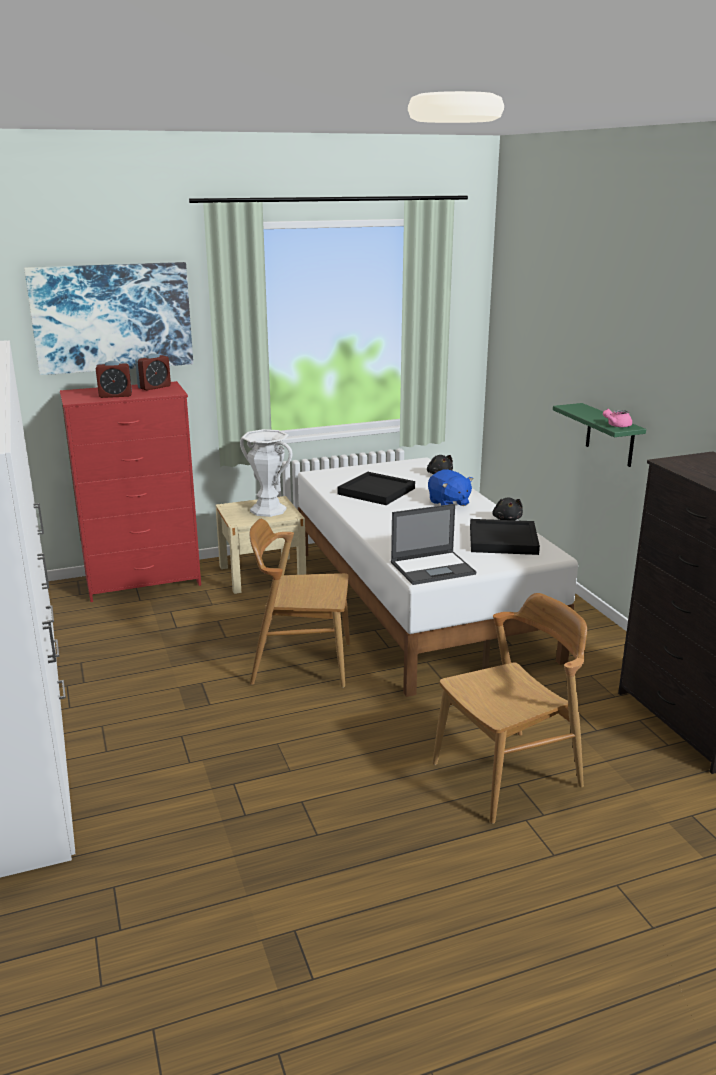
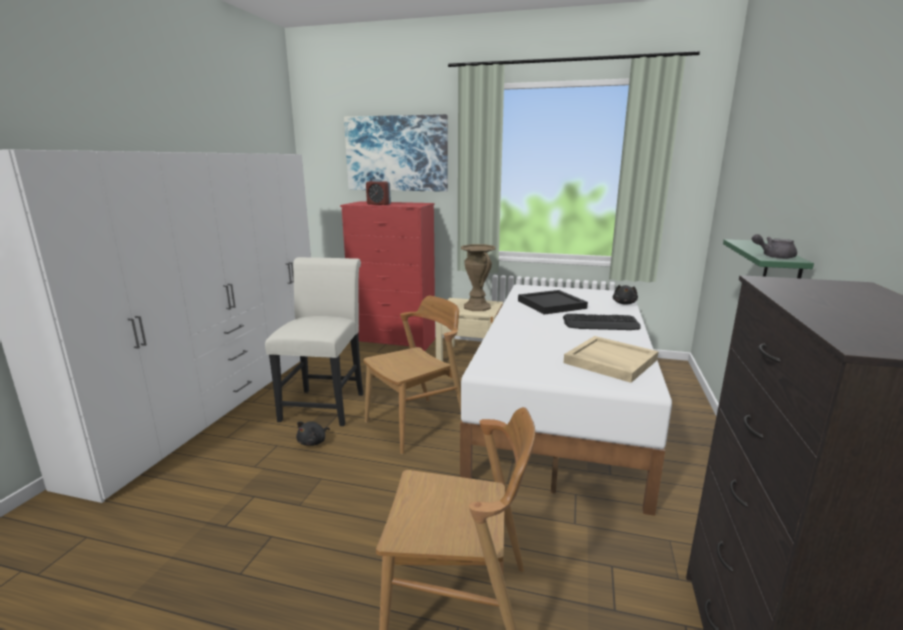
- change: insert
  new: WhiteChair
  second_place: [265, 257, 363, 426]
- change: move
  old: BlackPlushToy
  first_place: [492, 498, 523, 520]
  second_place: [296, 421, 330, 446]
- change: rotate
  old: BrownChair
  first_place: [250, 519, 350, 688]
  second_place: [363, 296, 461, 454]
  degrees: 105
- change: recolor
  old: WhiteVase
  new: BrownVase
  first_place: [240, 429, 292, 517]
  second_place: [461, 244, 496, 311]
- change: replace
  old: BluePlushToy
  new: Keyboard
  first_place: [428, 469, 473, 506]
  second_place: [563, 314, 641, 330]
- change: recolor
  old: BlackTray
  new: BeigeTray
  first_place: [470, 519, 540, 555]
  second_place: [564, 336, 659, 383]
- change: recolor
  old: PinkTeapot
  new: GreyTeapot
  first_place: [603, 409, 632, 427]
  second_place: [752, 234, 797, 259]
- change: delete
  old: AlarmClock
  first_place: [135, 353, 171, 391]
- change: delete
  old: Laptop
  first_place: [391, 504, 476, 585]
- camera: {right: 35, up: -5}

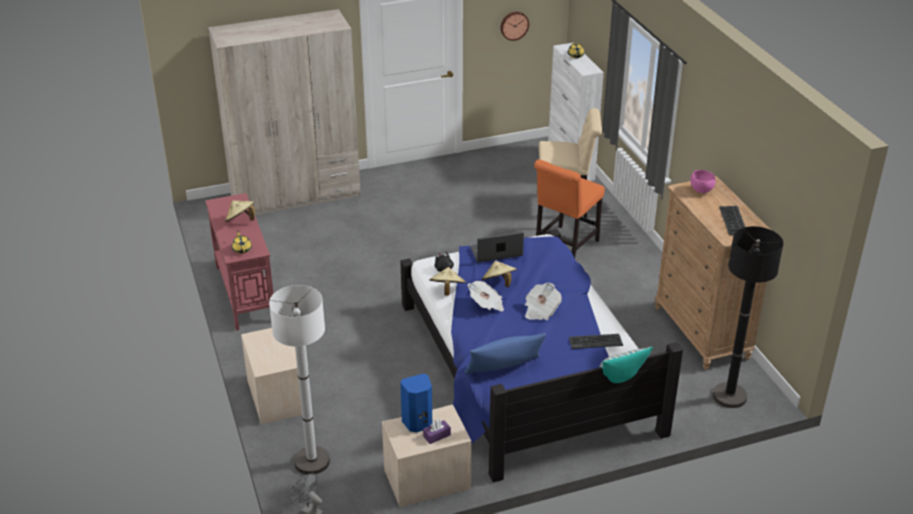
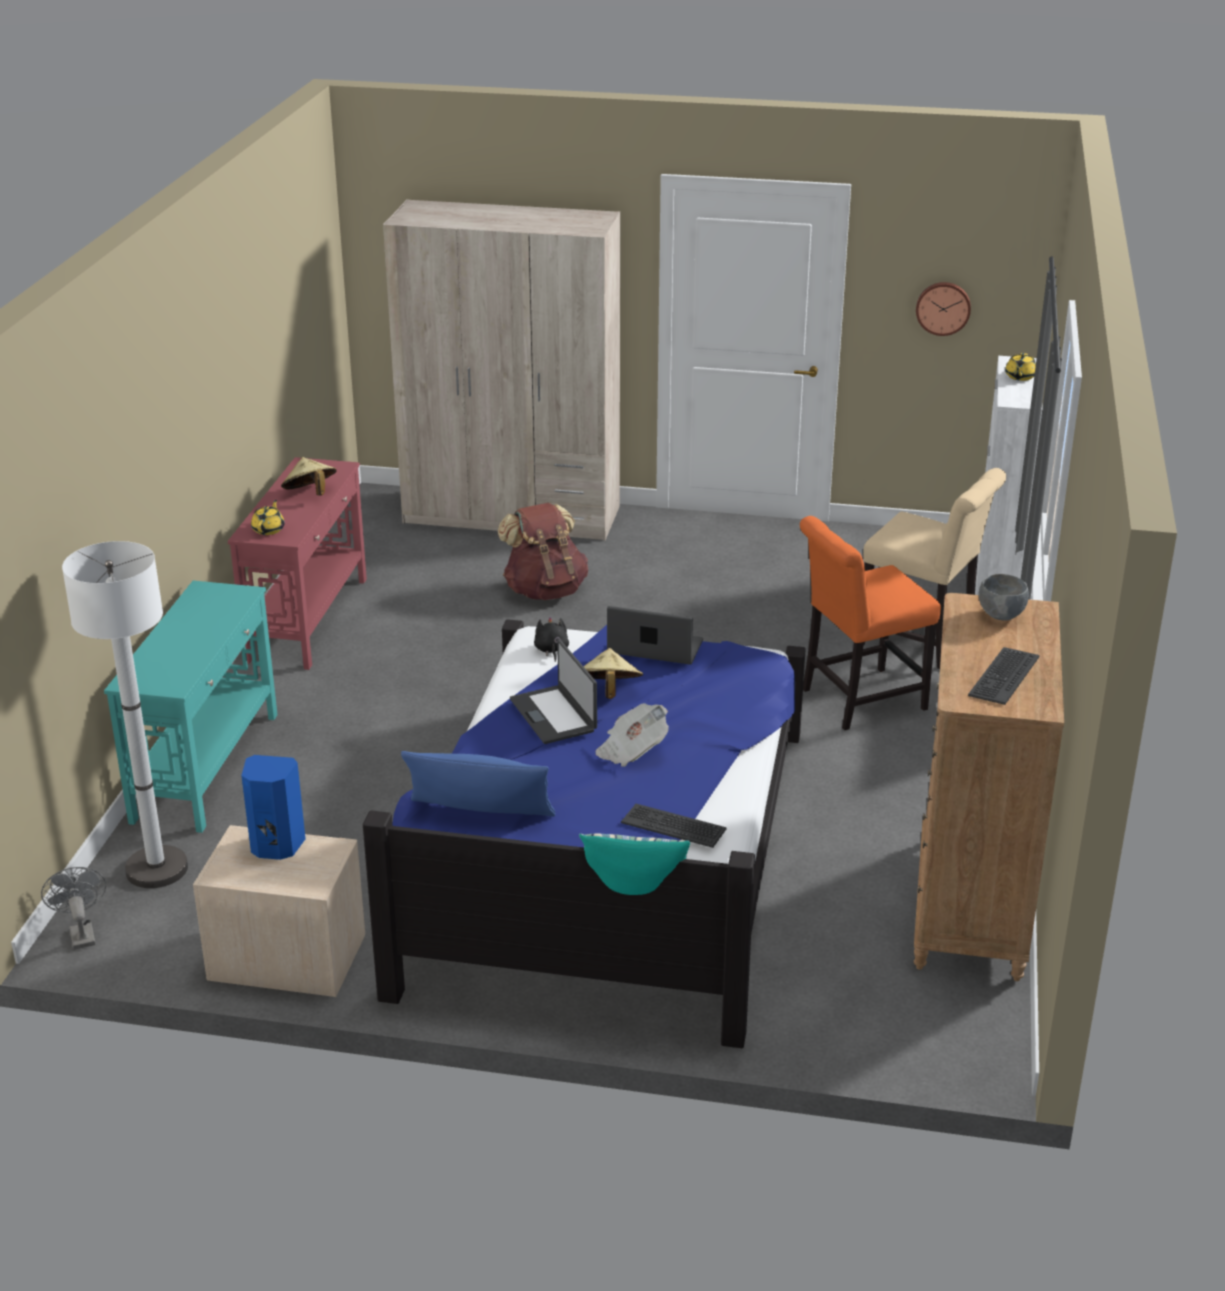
- change: replace
  old: BeigeNightstand
  new: TurquoiseConsoleTable
  first_place: [241, 328, 302, 424]
  second_place: [104, 581, 277, 833]
- change: insert
  new: BrownBackpack
  second_place: [497, 503, 588, 600]
- change: replace
  old: Newspaper
  new: Laptop
  first_place: [468, 281, 504, 311]
  second_place: [510, 640, 597, 744]
- change: recolor
  old: PinkBowl
  new: GreyBowl
  first_place: [690, 170, 716, 193]
  second_place: [979, 574, 1029, 621]
- change: delete
  old: PurpleTissueBox
  first_place: [423, 419, 451, 444]
- change: delete
  old: BeigeHat
  first_place: [429, 267, 466, 296]
- change: delete
  old: BlackFloorLamp
  first_place: [713, 226, 783, 408]
- camera: {right: 30, up: -5}

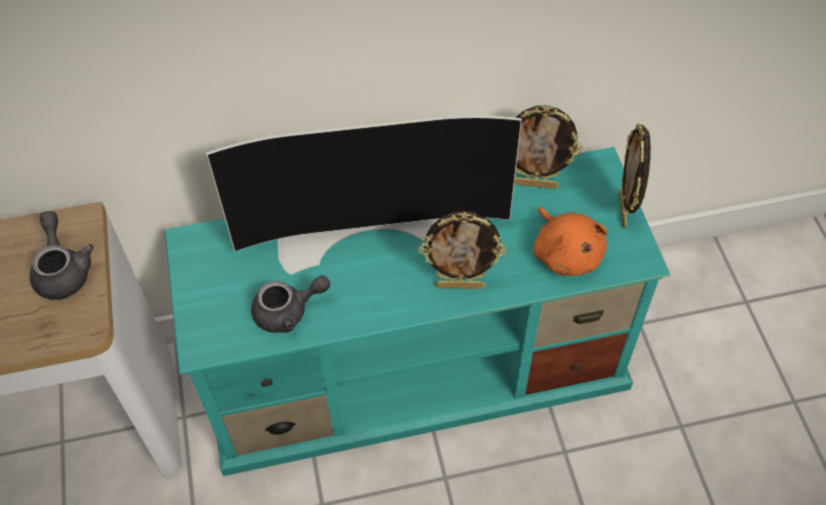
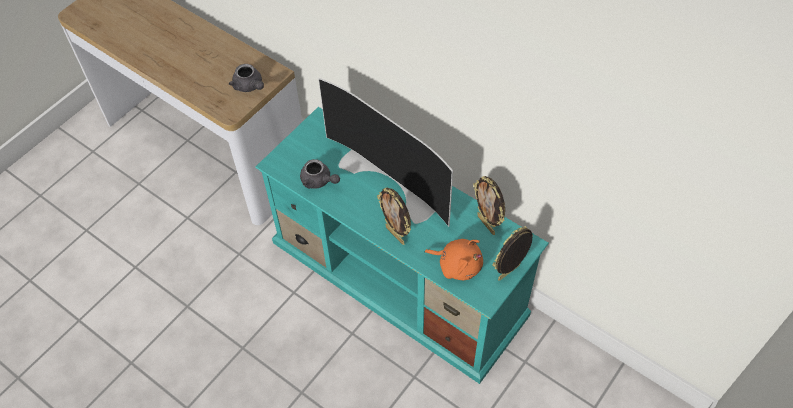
- change: rotate
  old: GreyTeapot
  first_place: [30, 211, 94, 300]
  second_place: [229, 64, 264, 92]
  degrees: 105
- change: rotate
  old: OrangePlushToy
  first_place: [534, 207, 608, 276]
  second_place: [424, 239, 483, 280]
  degrees: -90
- camera: {right: 50, up: 0}

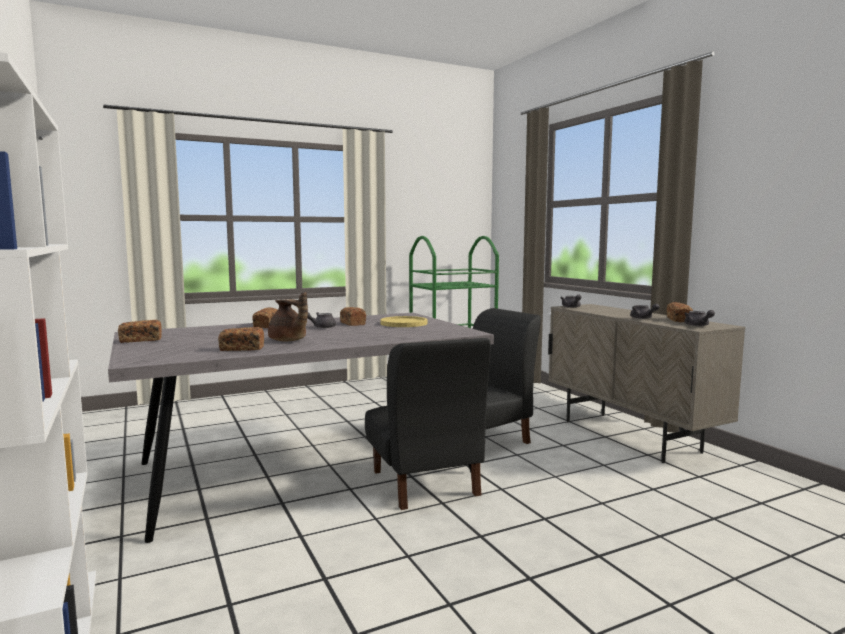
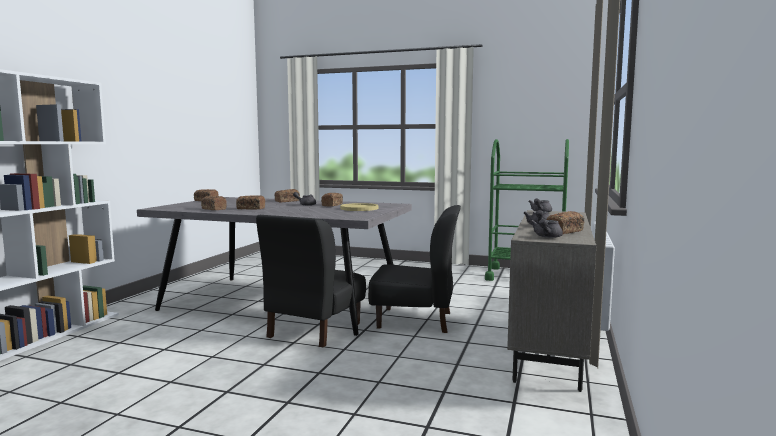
- change: replace
  old: BrownTeapot
  new: Bread
  first_place: [268, 292, 308, 341]
  second_place: [236, 195, 265, 209]
- camera: {right: 45, up: 0}

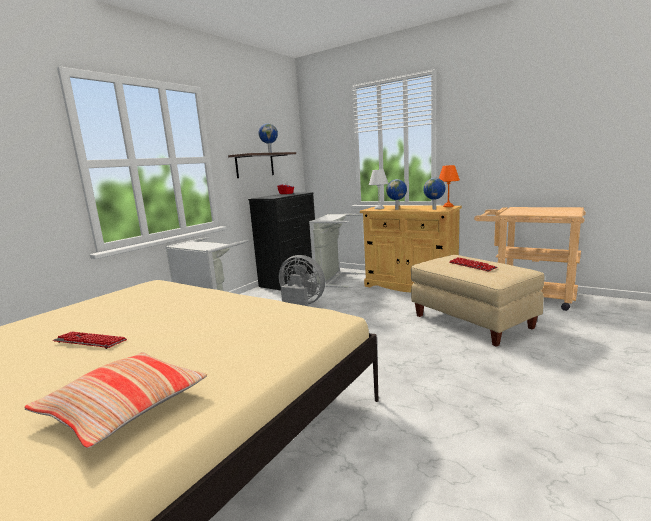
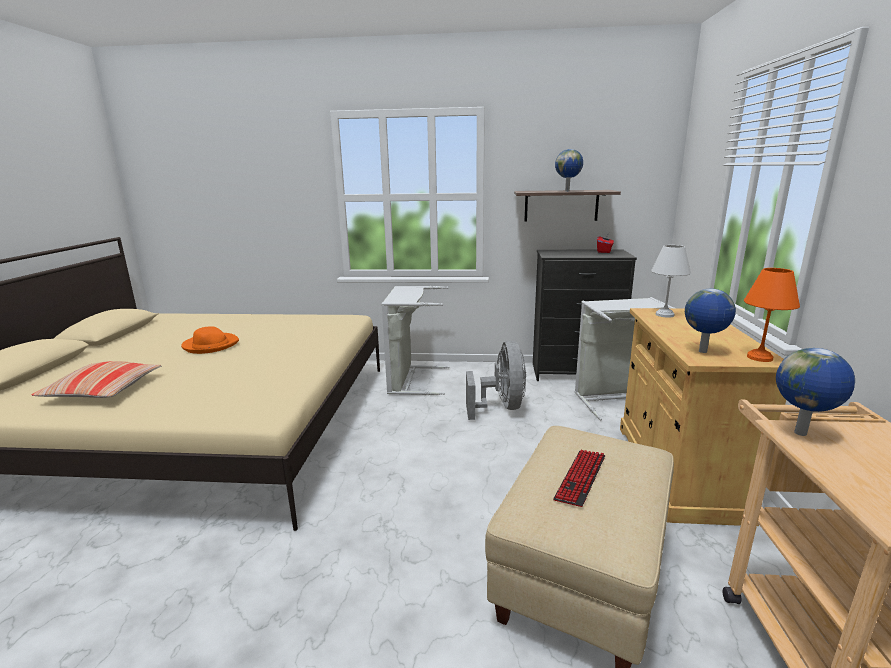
- change: replace
  old: Keyboard
  new: OrangeHat
  first_place: [53, 331, 127, 349]
  second_place: [181, 326, 239, 354]
- change: move
  old: Globe
  first_place: [386, 179, 407, 210]
  second_place: [776, 348, 855, 436]
- camera: {right: 60, up: 5}

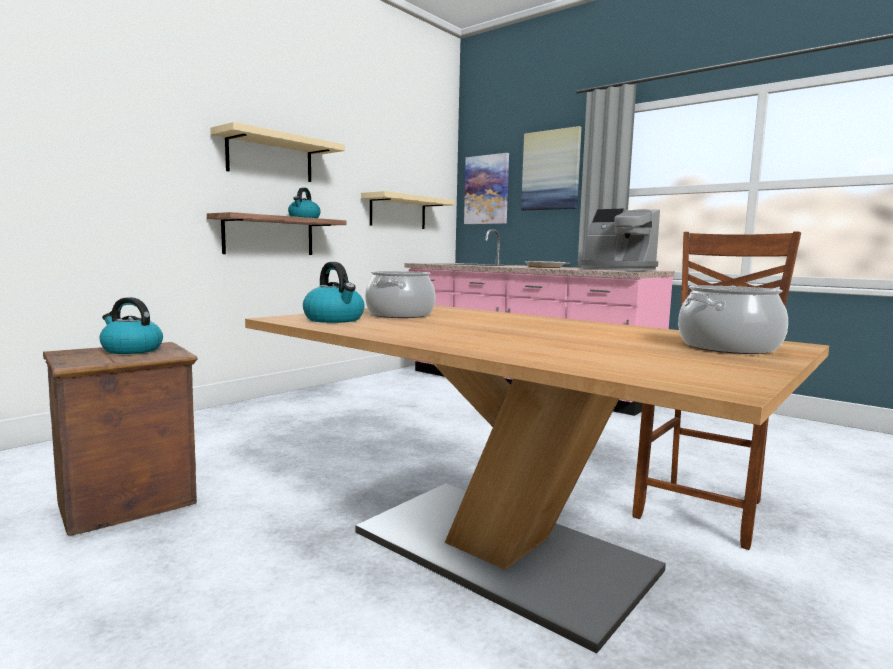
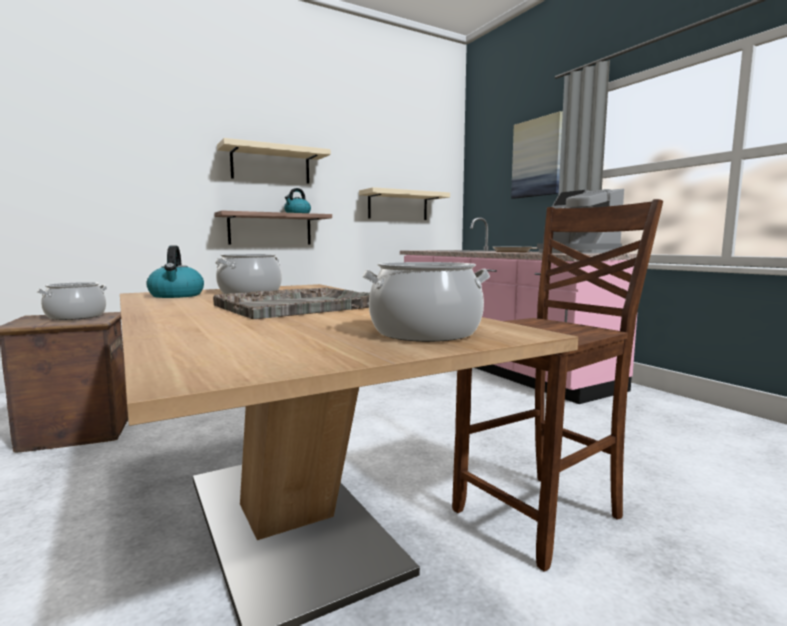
- change: replace
  old: Kettle
  new: CookingPot
  first_place: [100, 297, 163, 354]
  second_place: [37, 282, 107, 320]
- change: insert
  new: GreyTray
  second_place: [213, 287, 370, 319]
- change: delete
  old: Picture
  first_place: [464, 153, 509, 224]
- camera: {right: 20, up: 0}

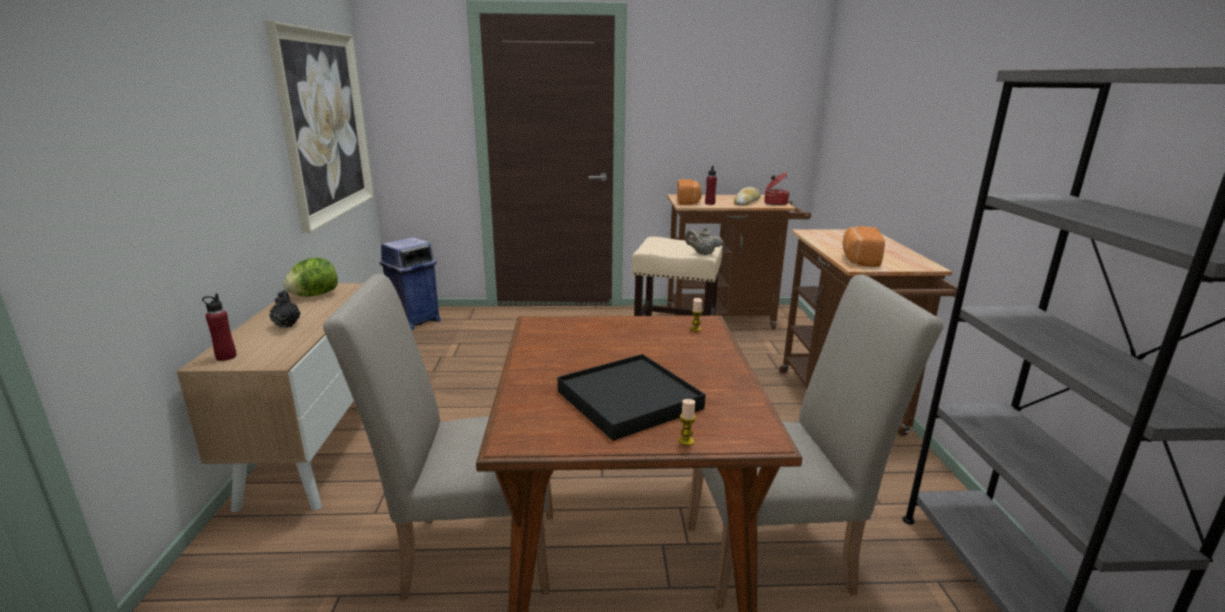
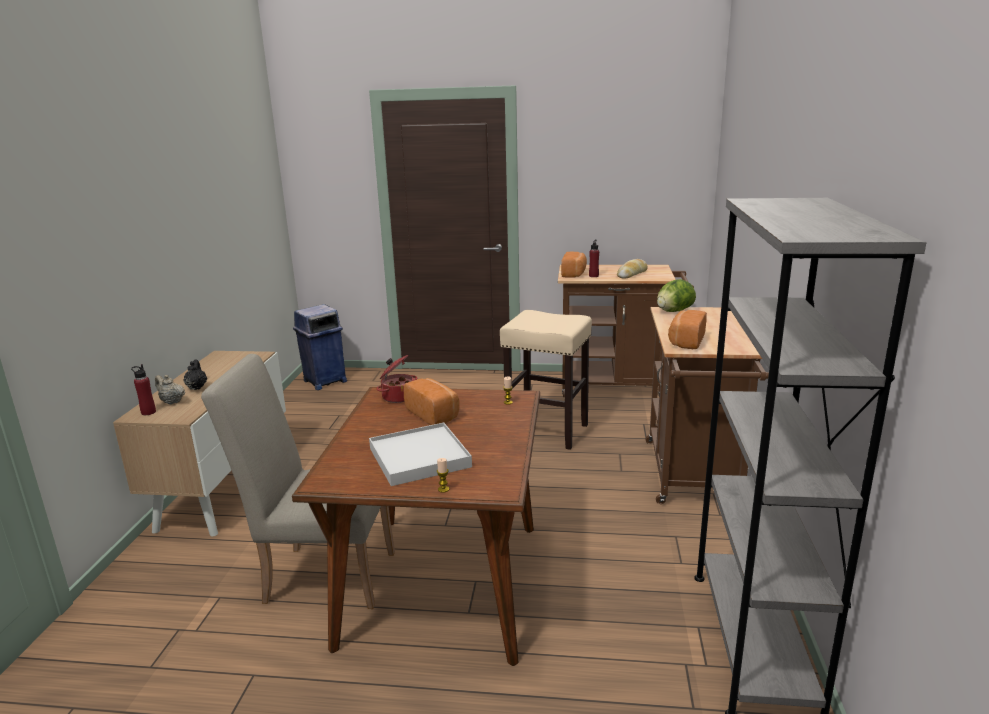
- change: move
  old: BeigeTeapot
  first_place: [685, 227, 723, 255]
  second_place: [155, 375, 185, 404]
- change: recolor
  old: BlackTray
  new: WhiteTray
  first_place: [557, 354, 706, 441]
  second_place: [369, 423, 472, 486]
- change: move
  old: CookingPot
  first_place: [764, 173, 790, 206]
  second_place: [377, 355, 417, 403]
- change: insert
  new: Bread
  second_place: [404, 378, 460, 425]
- change: move
  old: Lettuce
  first_place: [283, 257, 338, 296]
  second_place: [657, 279, 696, 312]
- change: delete
  old: Picture
  first_place: [265, 21, 374, 233]
- change: delete
  old: BeigeChair
  first_place: [687, 275, 943, 609]
- camera: {right: 10, up: 0}

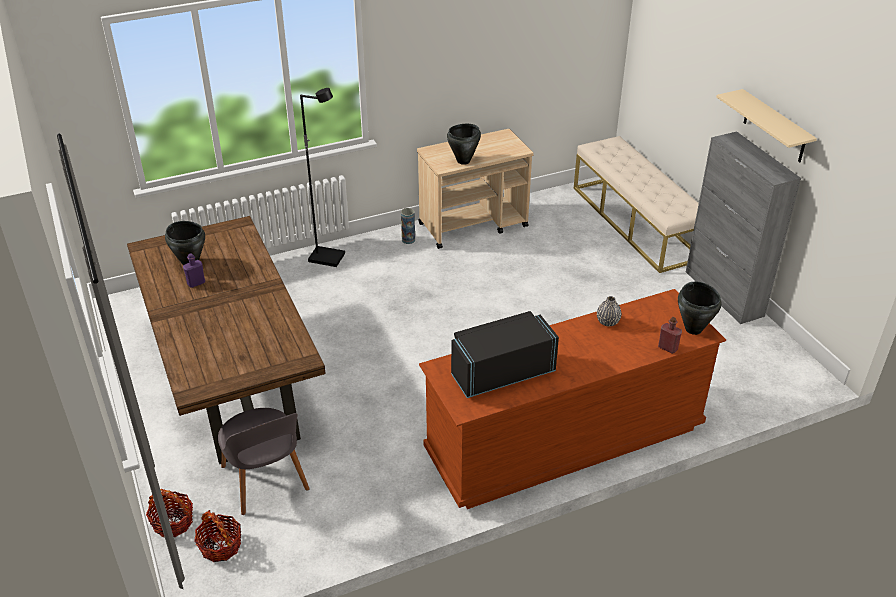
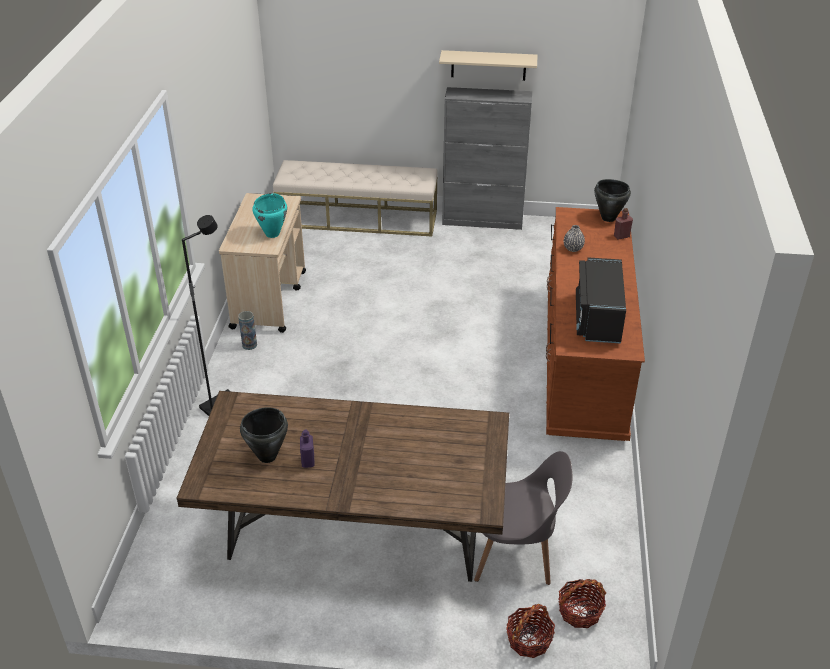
- change: recolor
  old: BlackCookingPot
  new: TurquoiseCookingPot
  first_place: [447, 124, 481, 165]
  second_place: [253, 193, 287, 238]
- camera: {right: -60, up: 0}

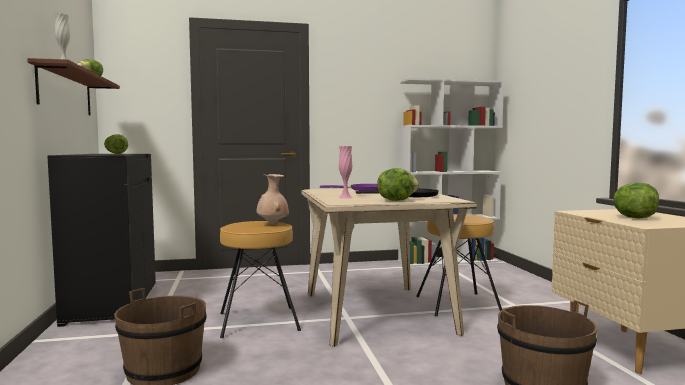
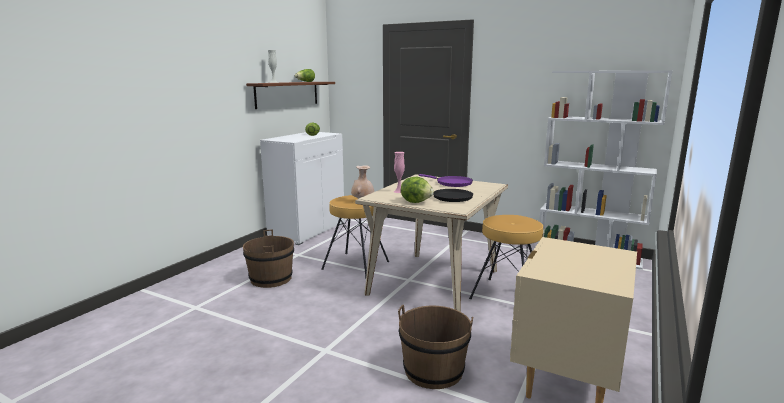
- change: recolor
  old: BlackCabinet
  new: WhiteCabinet
  first_place: [47, 154, 156, 327]
  second_place: [260, 132, 345, 245]
- change: delete
  old: Lettuce
  first_place: [613, 182, 659, 219]
- camera: {right: 40, up: 10}

